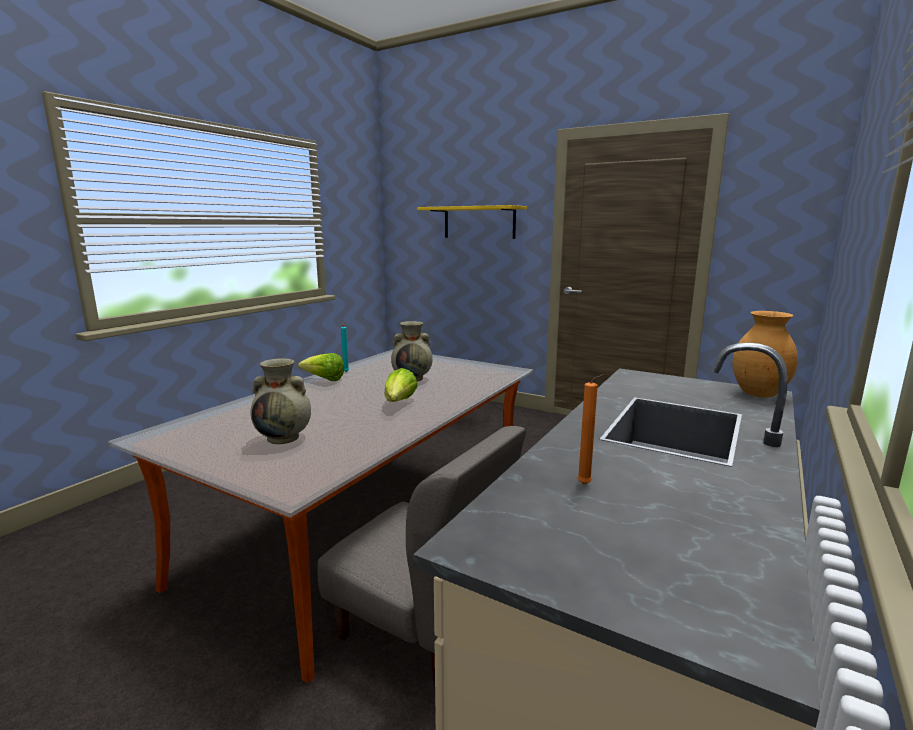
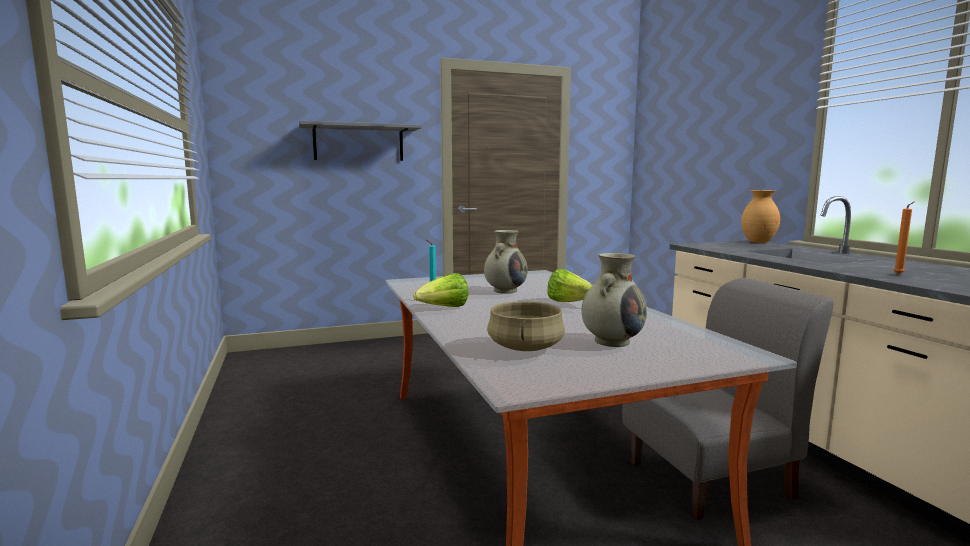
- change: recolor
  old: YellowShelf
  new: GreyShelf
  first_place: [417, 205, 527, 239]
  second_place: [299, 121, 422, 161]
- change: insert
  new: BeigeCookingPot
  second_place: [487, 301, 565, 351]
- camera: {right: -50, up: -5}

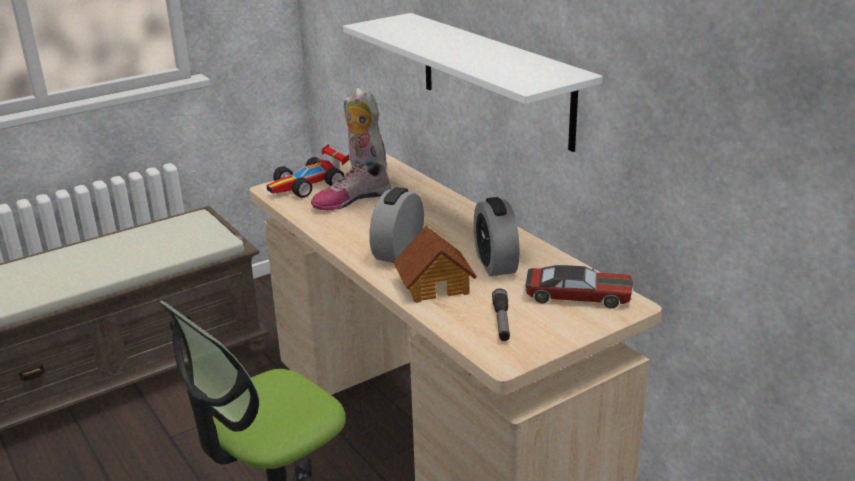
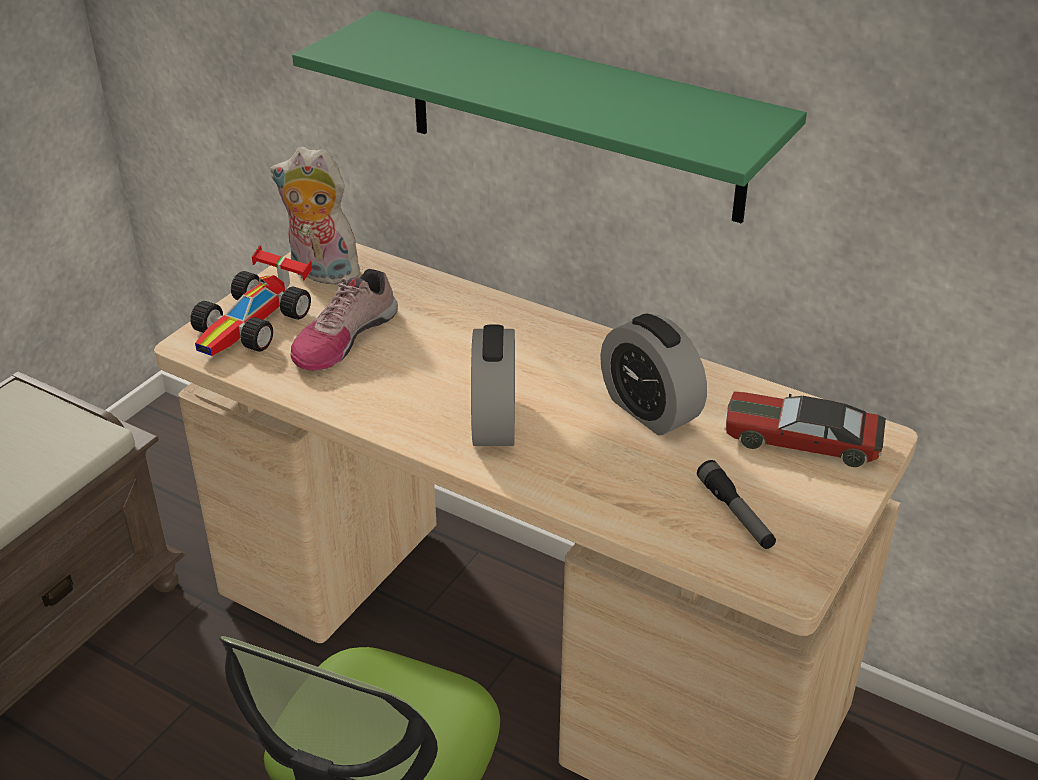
- change: recolor
  old: WhiteShelf
  new: GreenShelf
  first_place: [343, 13, 603, 152]
  second_place: [292, 10, 807, 224]
- change: rotate
  old: ToyCar
  first_place: [525, 265, 633, 309]
  second_place: [725, 391, 886, 467]
  degrees: -150
- change: delete
  old: ToyHouse
  first_place: [393, 226, 477, 303]
- camera: {right: -25, up: 10}

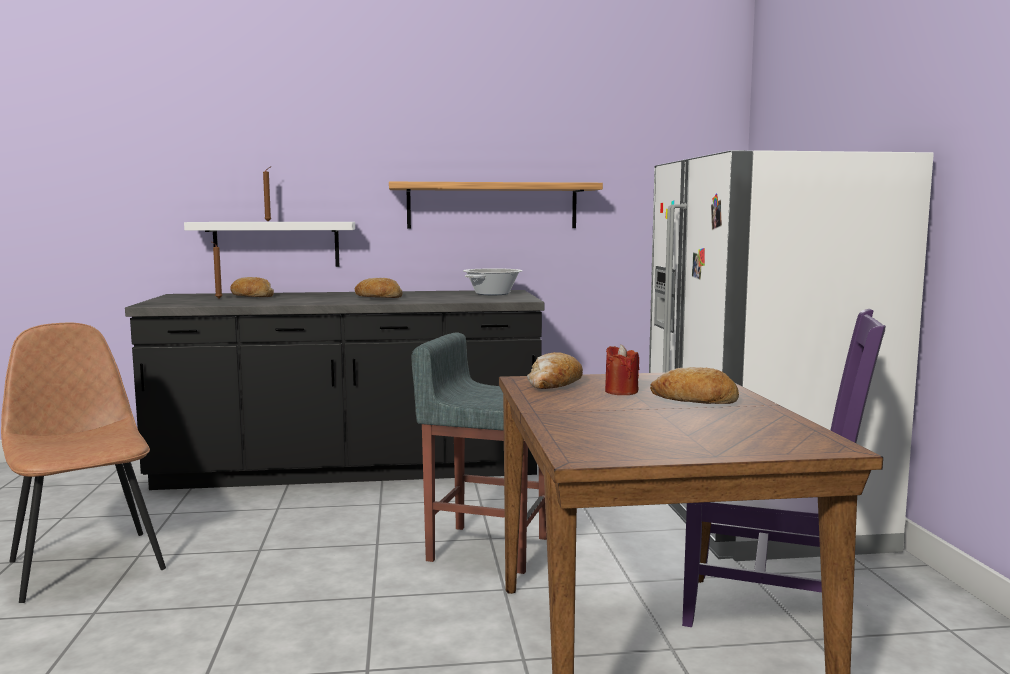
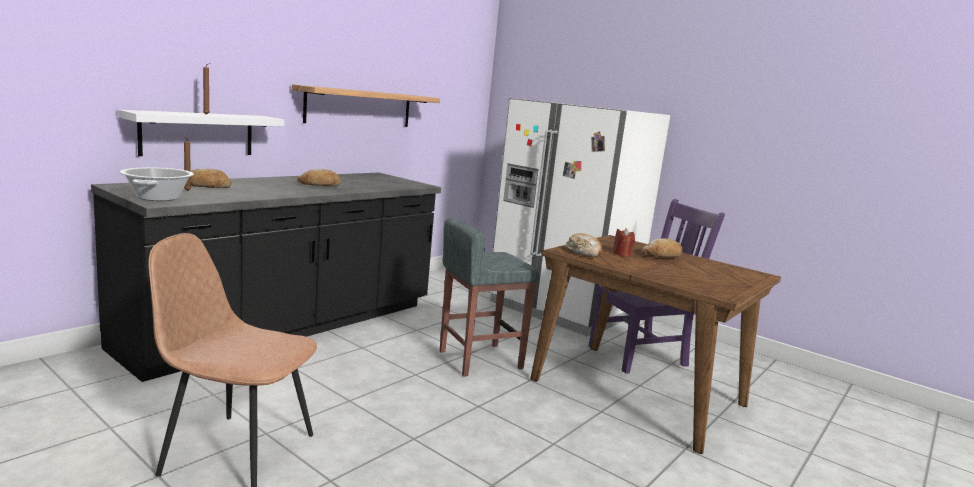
- change: move
  old: CookingPot
  first_place: [463, 268, 522, 295]
  second_place: [120, 168, 194, 201]
- camera: {right: -45, up: 5}

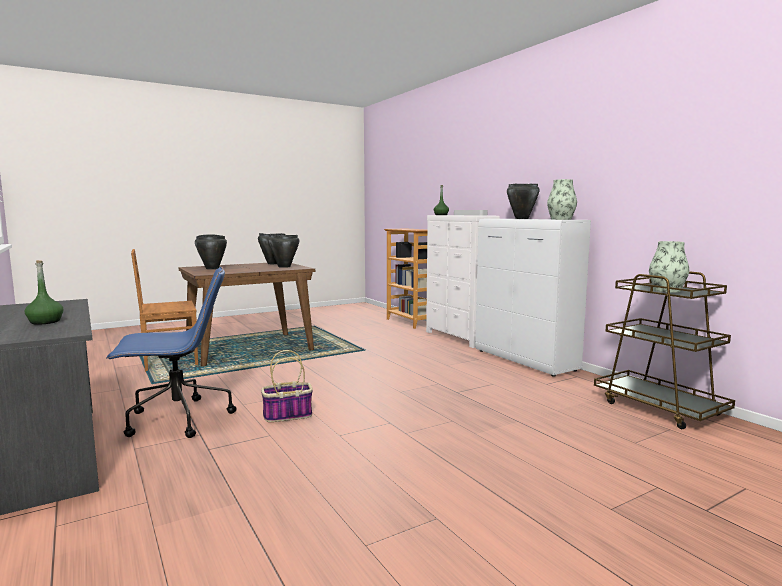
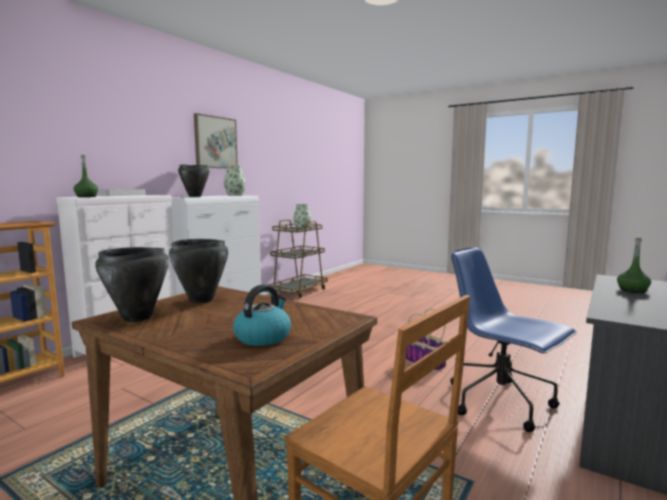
- change: insert
  new: Picture
  second_place: [194, 113, 238, 168]
- change: replace
  old: BlackCookingPot
  new: Kettle
  first_place: [195, 234, 227, 269]
  second_place: [233, 284, 291, 346]
- camera: {right: -115, up: 0}

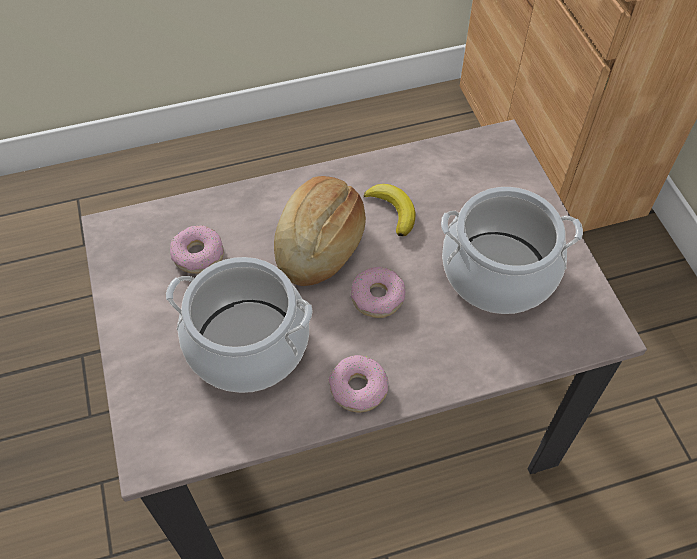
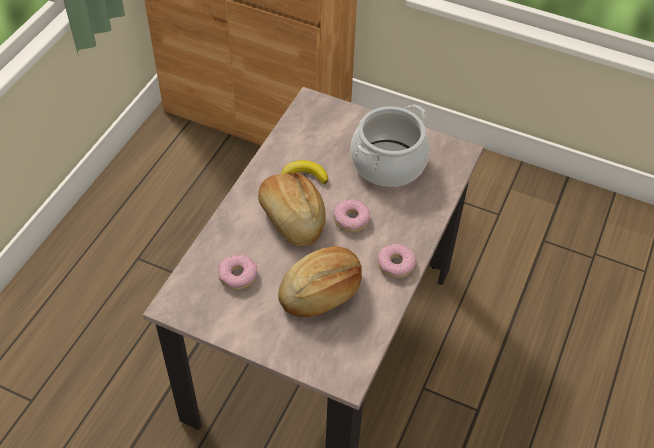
- change: replace
  old: CookingPot
  new: Bread
  first_place: [166, 257, 313, 393]
  second_place: [278, 246, 362, 317]
- camera: {right: -50, up: -5}

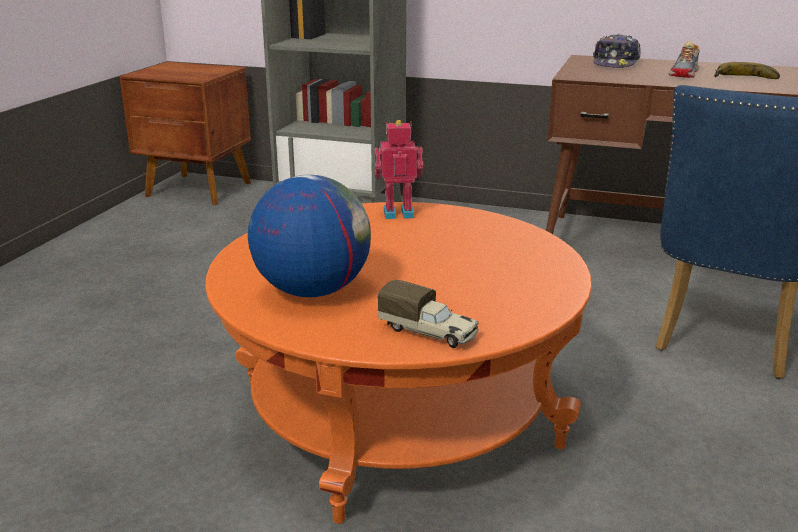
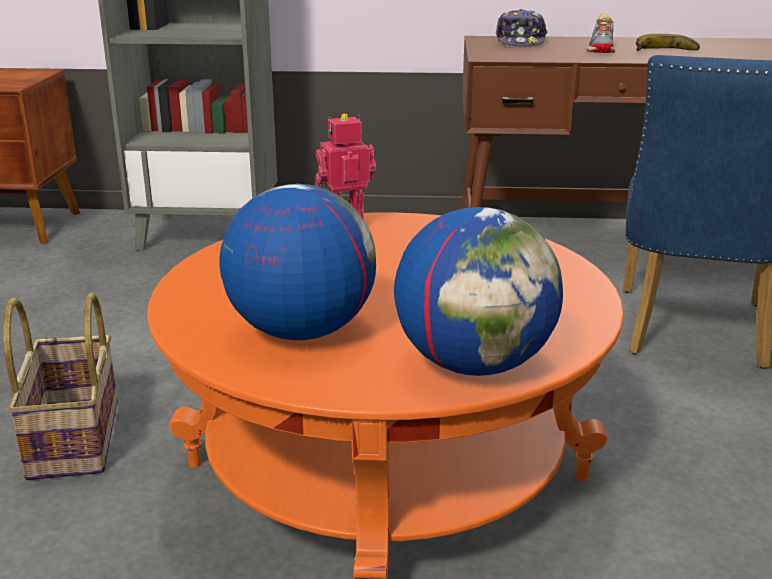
- change: insert
  new: Basket
  second_place: [3, 292, 118, 480]
- change: replace
  old: ToyTruck
  new: Globe
  first_place: [378, 279, 479, 348]
  second_place: [394, 207, 563, 376]
- camera: {right: -15, up: 0}

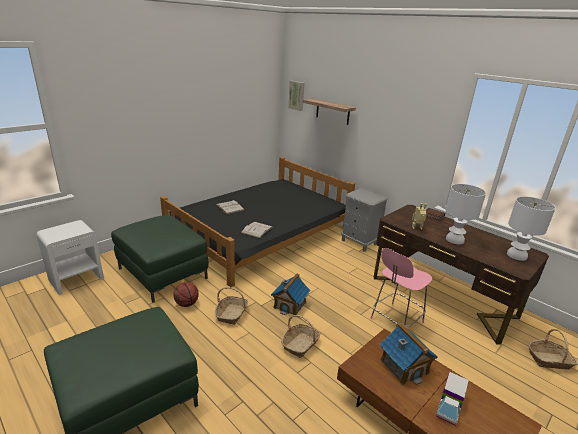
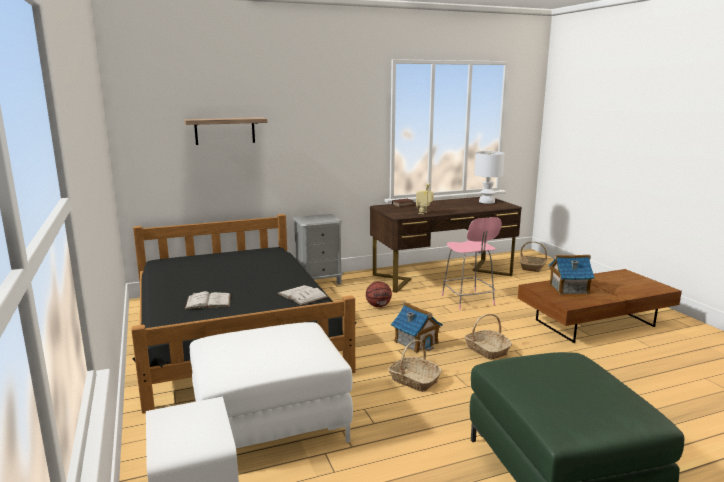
- change: recolor
  old: GreenOttoman
  new: WhiteOttoman
  first_place: [111, 215, 208, 303]
  second_place: [190, 322, 353, 448]
- change: move
  old: Basketball
  first_place: [174, 282, 199, 307]
  second_place: [366, 281, 392, 307]
- change: delete
  old: Picture
  first_place: [288, 81, 305, 111]
- change: delete
  old: ToyTruck
  first_place: [436, 372, 469, 426]
- change: delete
  old: WhiteTableLamp
  first_place: [445, 184, 486, 244]
- camera: {right: -65, up: -10}

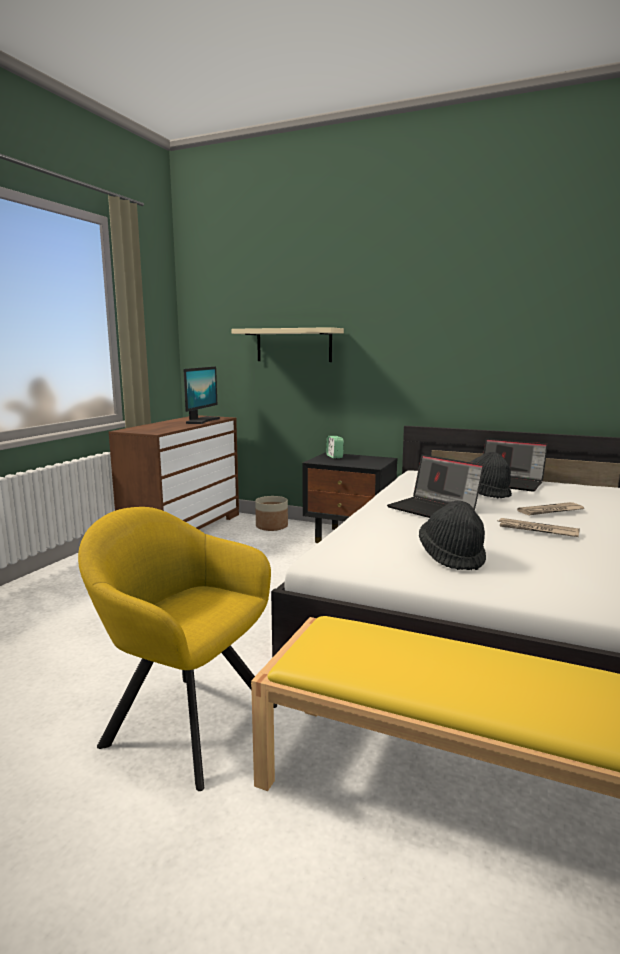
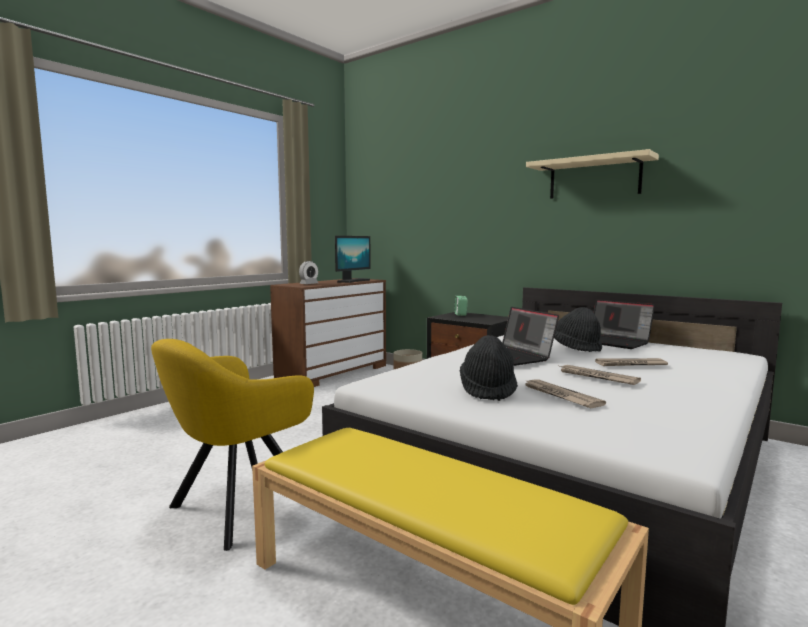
- change: rotate
  old: YellowArmchair
  first_place: [78, 507, 277, 791]
  second_place: [151, 339, 314, 551]
  degrees: -90
- change: insert
  new: AlarmClock
  second_place: [299, 261, 318, 284]
- change: insert
  new: Newspaper
  second_place: [524, 379, 606, 408]
- change: move
  old: BeigeShelf
  first_place: [231, 327, 344, 362]
  second_place: [526, 149, 659, 199]
- camera: {right: 15, up: -5}

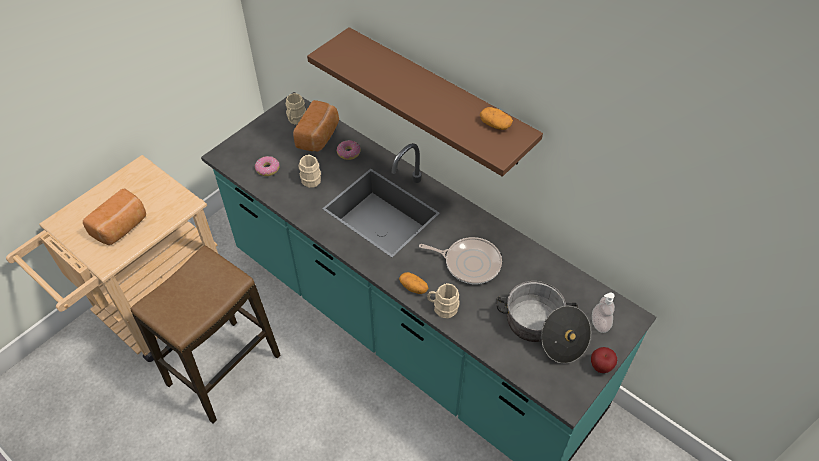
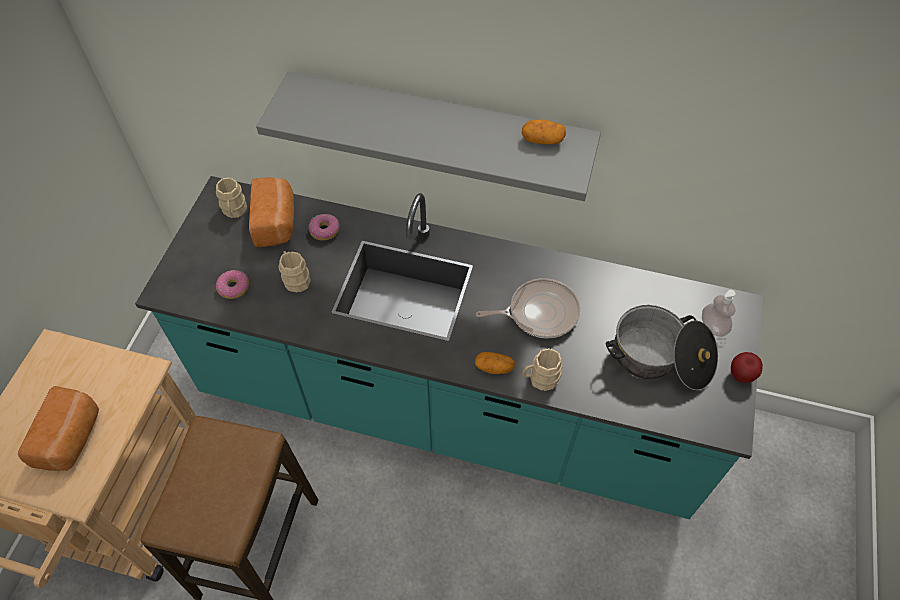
- change: recolor
  old: BrownShelf
  new: GreyShelf
  first_place: [307, 27, 543, 177]
  second_place: [256, 71, 601, 201]
- camera: {right: -25, up: 5}

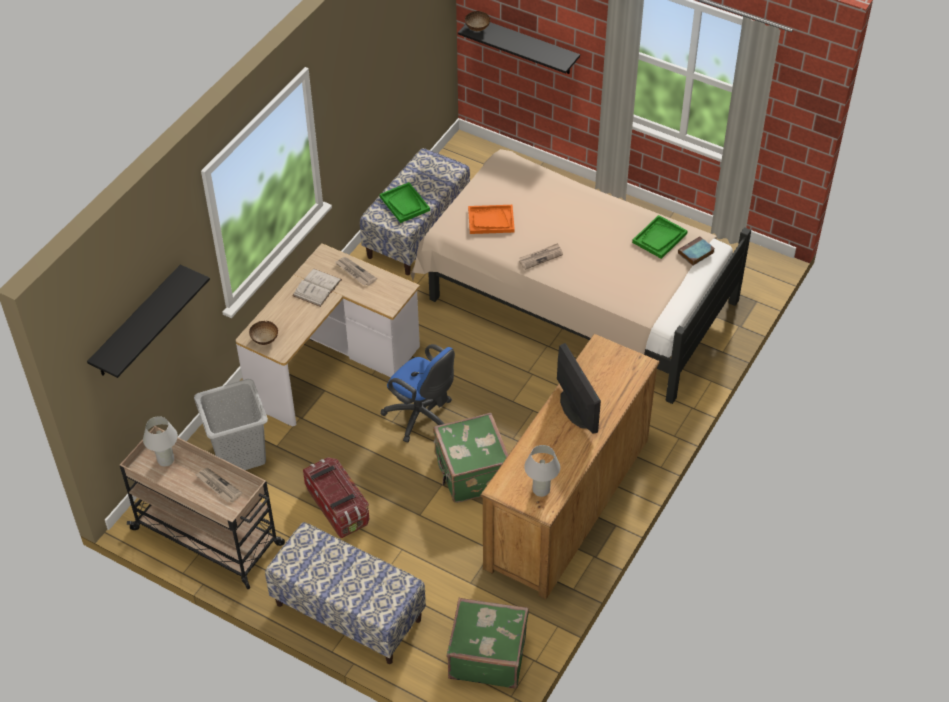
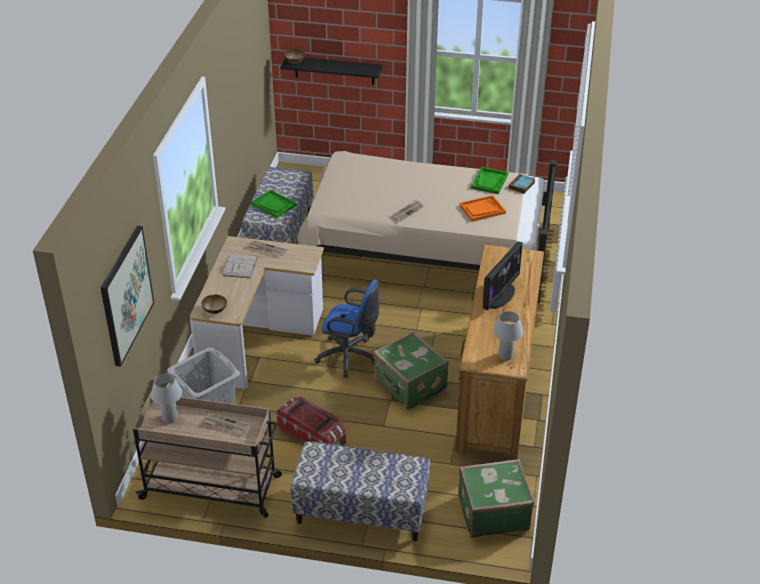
- change: replace
  old: BlackShelf
  new: Picture
  first_place: [87, 265, 210, 378]
  second_place: [101, 226, 154, 367]
- change: move
  old: OrangeTray
  first_place: [468, 205, 515, 234]
  second_place: [459, 195, 506, 222]
- change: rotate
  old: Monitor
  first_place: [557, 343, 601, 434]
  second_place: [483, 242, 523, 310]
  degrees: 75
- camera: {right: -20, up: -10}

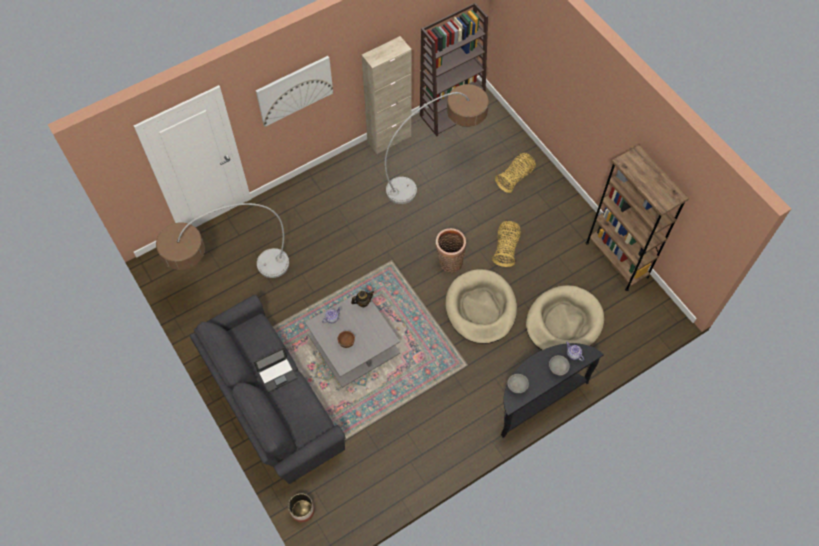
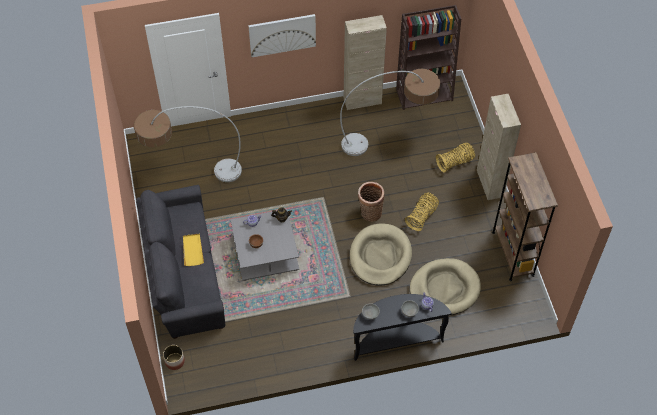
- change: replace
  old: Laptop
  new: YellowTray
  first_place: [254, 347, 298, 393]
  second_place: [183, 234, 204, 266]
- change: insert
  new: BeigeCabinet
  second_place: [477, 94, 521, 200]
- camera: {right: 20, up: -5}

